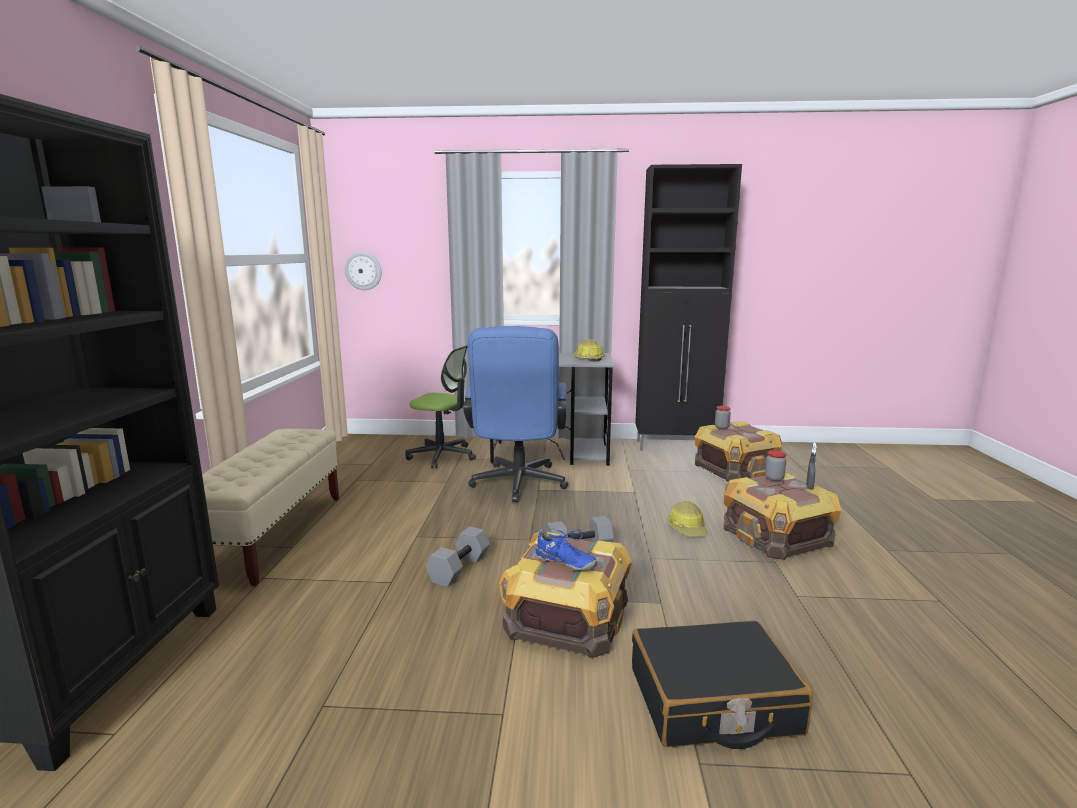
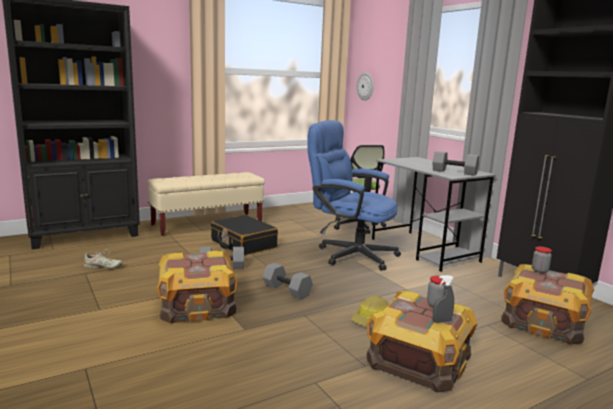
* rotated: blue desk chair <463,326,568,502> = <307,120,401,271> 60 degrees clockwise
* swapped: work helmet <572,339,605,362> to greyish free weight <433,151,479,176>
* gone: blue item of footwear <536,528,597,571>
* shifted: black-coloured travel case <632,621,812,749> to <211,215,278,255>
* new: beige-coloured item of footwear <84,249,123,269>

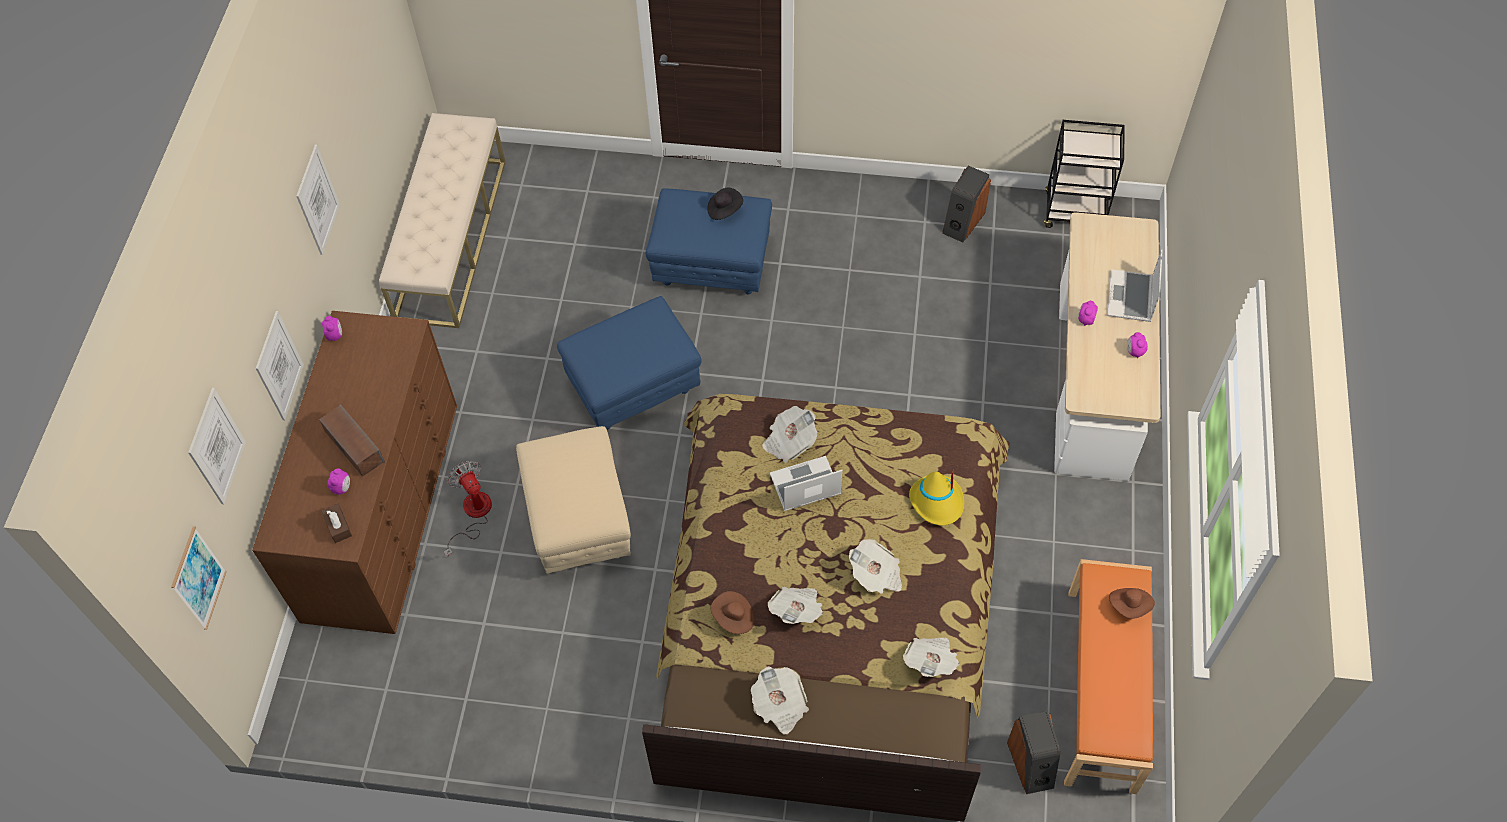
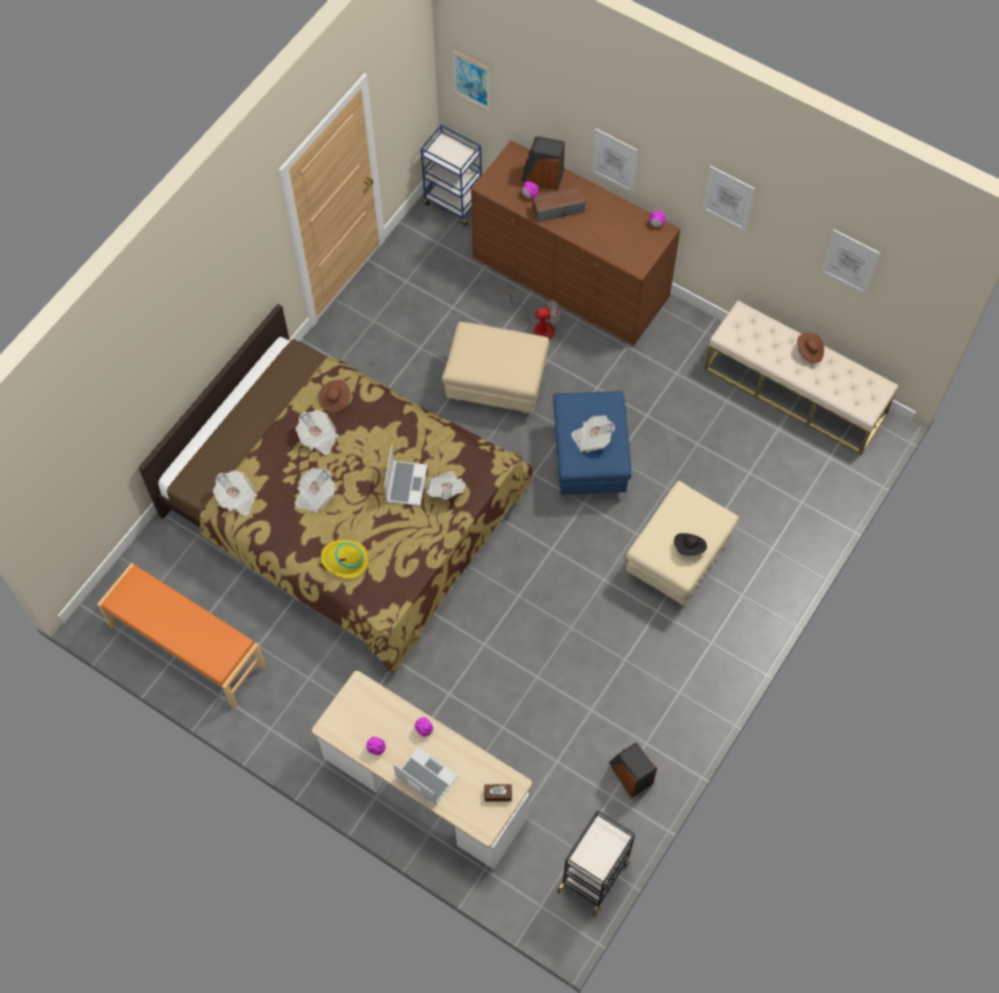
* repainted: blue ottoman <645,189,772,294> to beige-coloured ottoman <626,481,739,606>
* shifted: wall art <188,388,246,504> to <821,229,880,295>
* shifted: brown tissue holder <321,504,352,543> to <484,784,512,802>
* shifted: brown hat <1109,588,1155,619> to <797,333,824,364>
* shifted: daily paper <751,666,809,734> to <571,415,615,452>
* shifted: loudspeaker <1007,711,1060,794> to <521,136,565,190>
* new: blue cart <421,125,482,226>

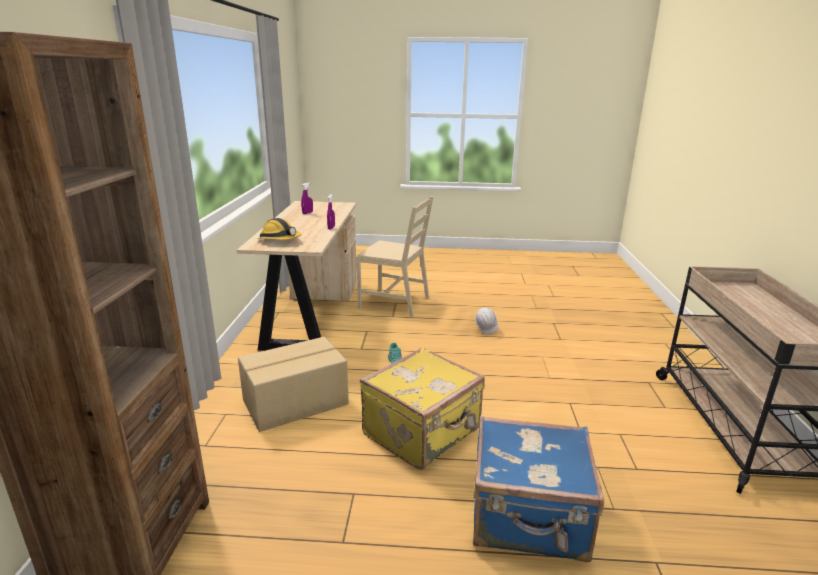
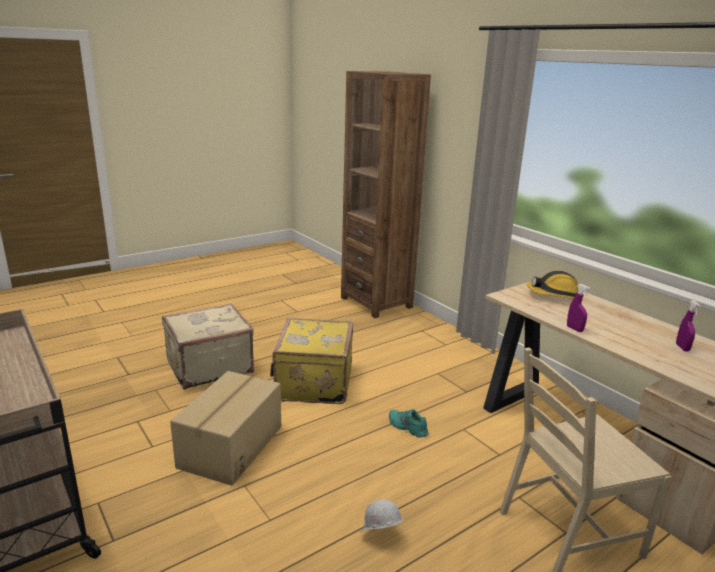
* shifted: packing box <238,337,349,432> to <170,371,281,486>
* repainted: blue travel case <473,416,604,562> to beige-coloured travel case <162,303,254,390>

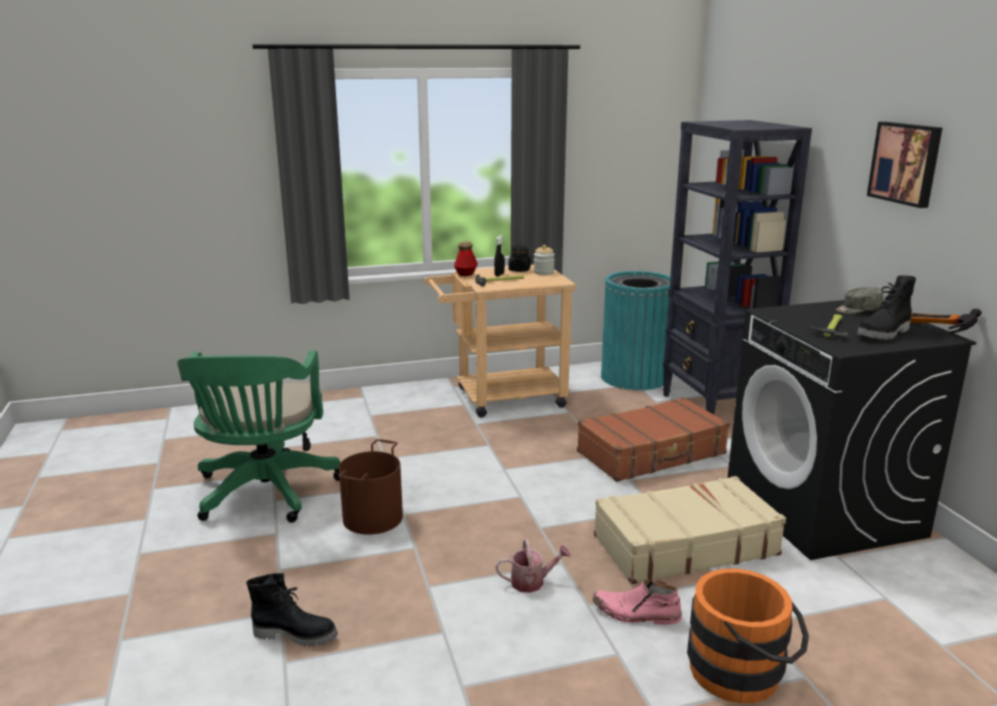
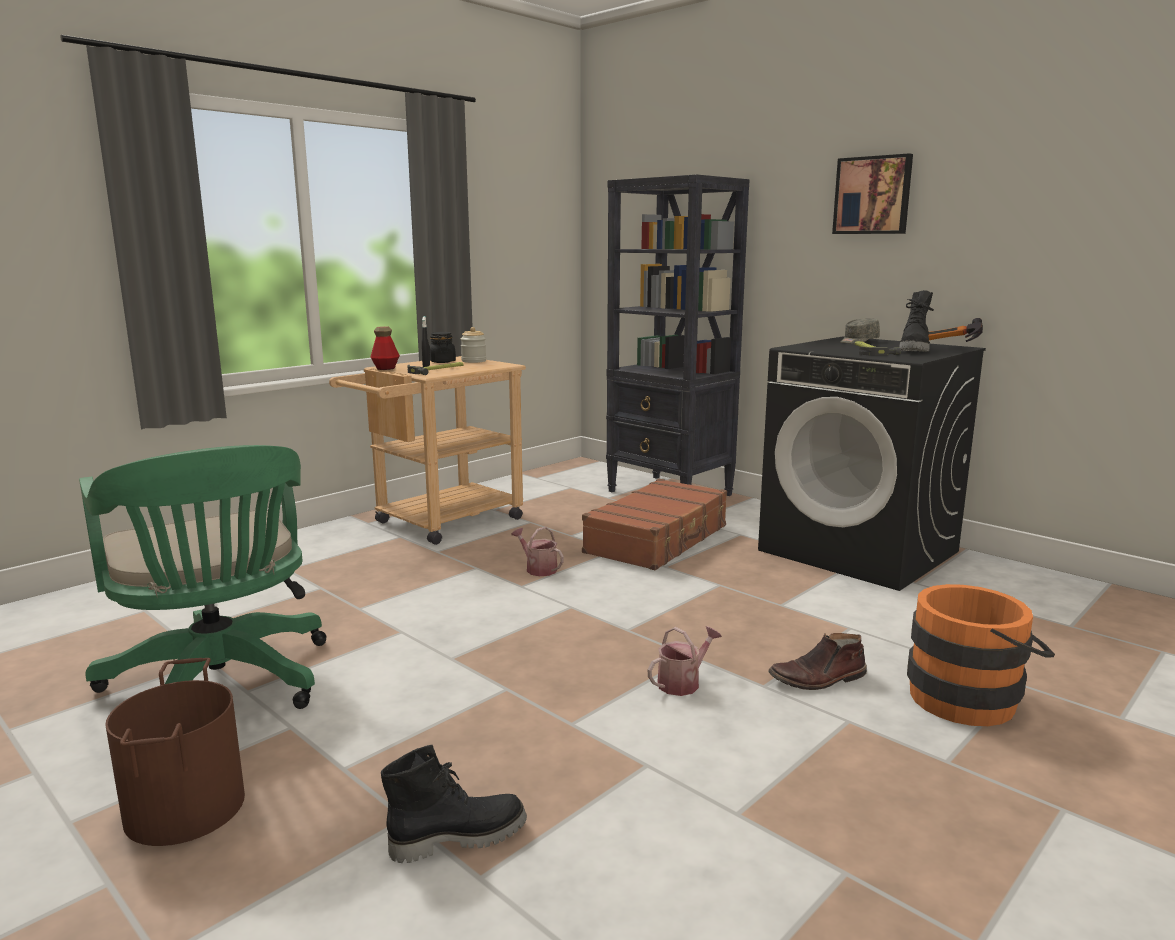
* gone: turquoise waste bin <601,271,670,390>
* shifted: brown pail <339,439,403,535> to <105,658,245,846>
* gone: beige-coloured travel case <594,476,786,584>
* repainted: pink-coloured high-top boot <593,579,682,625> to brown high-top boot <768,633,867,690>
* new: watering can <511,527,564,576>

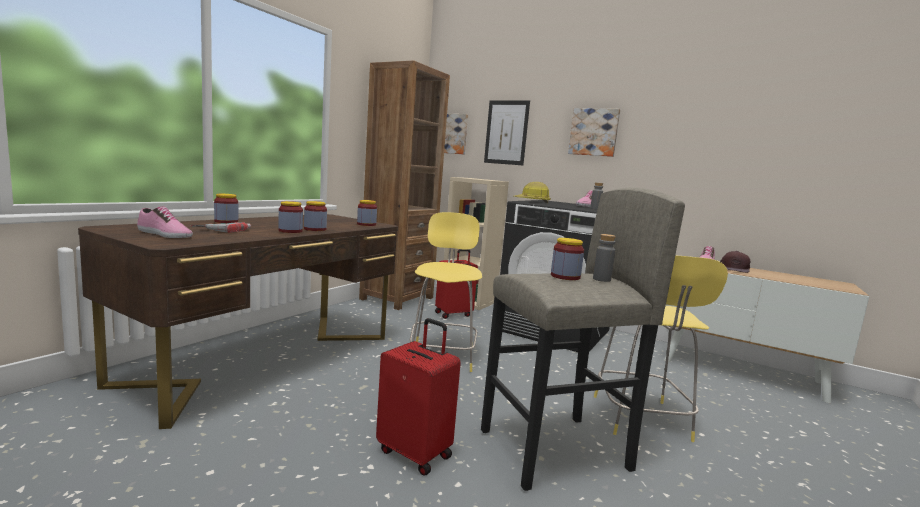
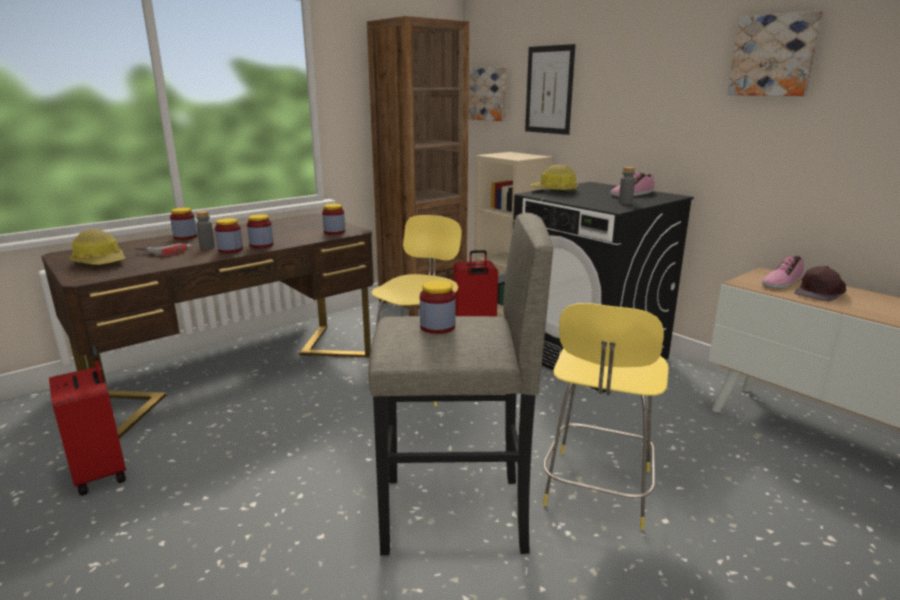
* shifted: wall art <568,108,620,157> to <727,11,823,96>
* swapped: item of footwear <137,207,193,238> to work helmet <69,229,126,265>
* shifted: greyish drink bottle <593,234,616,282> to <196,211,215,249>
* shifted: red-coloured travel case <376,318,461,476> to <49,346,126,496>

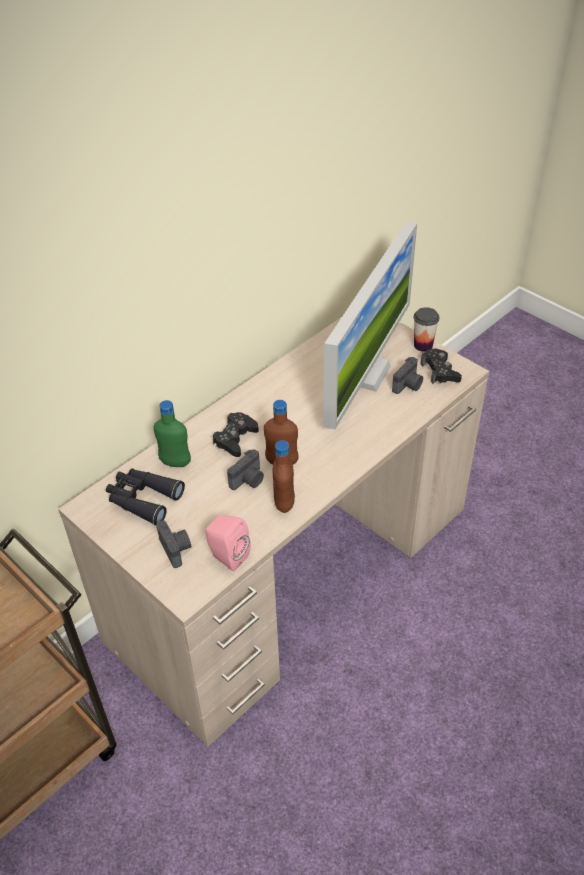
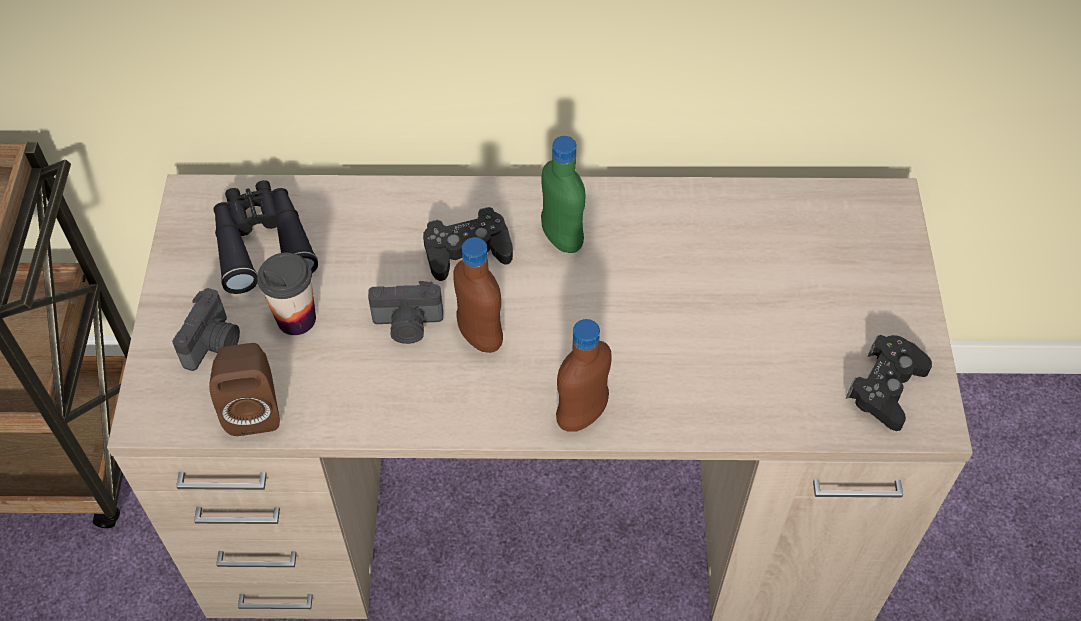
* gone: computer display <323,222,417,429>
* shifted: small cup <414,307,439,352> to <257,253,316,335>
* gone: still camera <392,357,423,394>
* shifted: green-coloured drink bottle <154,400,191,467> to <541,136,586,253>
* shifted: brown drink bottle <273,440,295,513> to <556,319,612,432>
* repainted: pink-coloured loudspeaker <206,515,251,571> to brown loudspeaker <209,343,280,436>

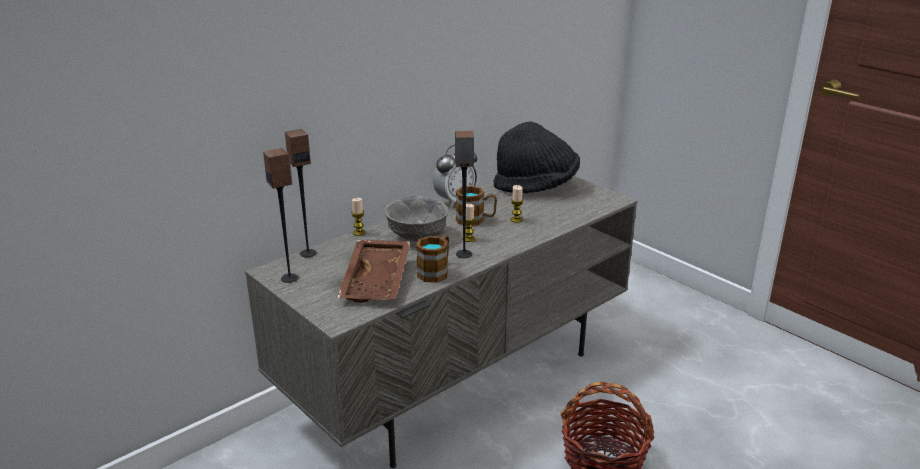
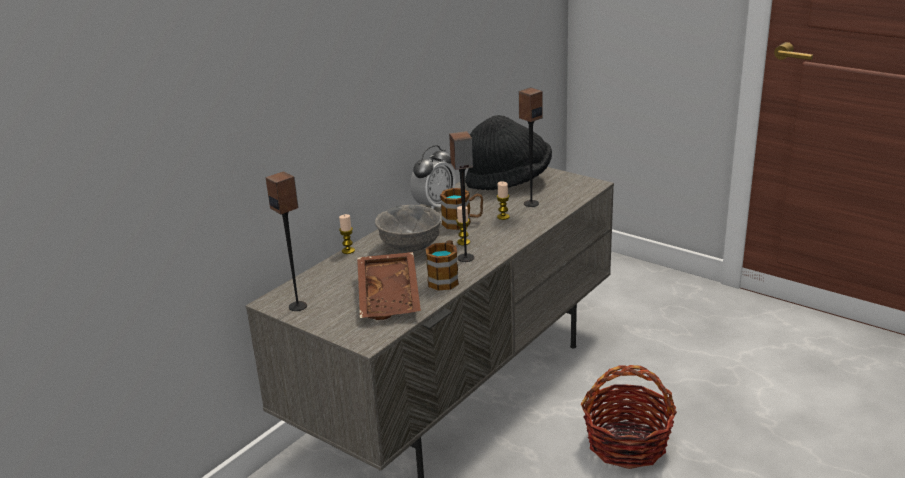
* shifted: loudspeaker <285,129,317,257> to <519,88,543,207>

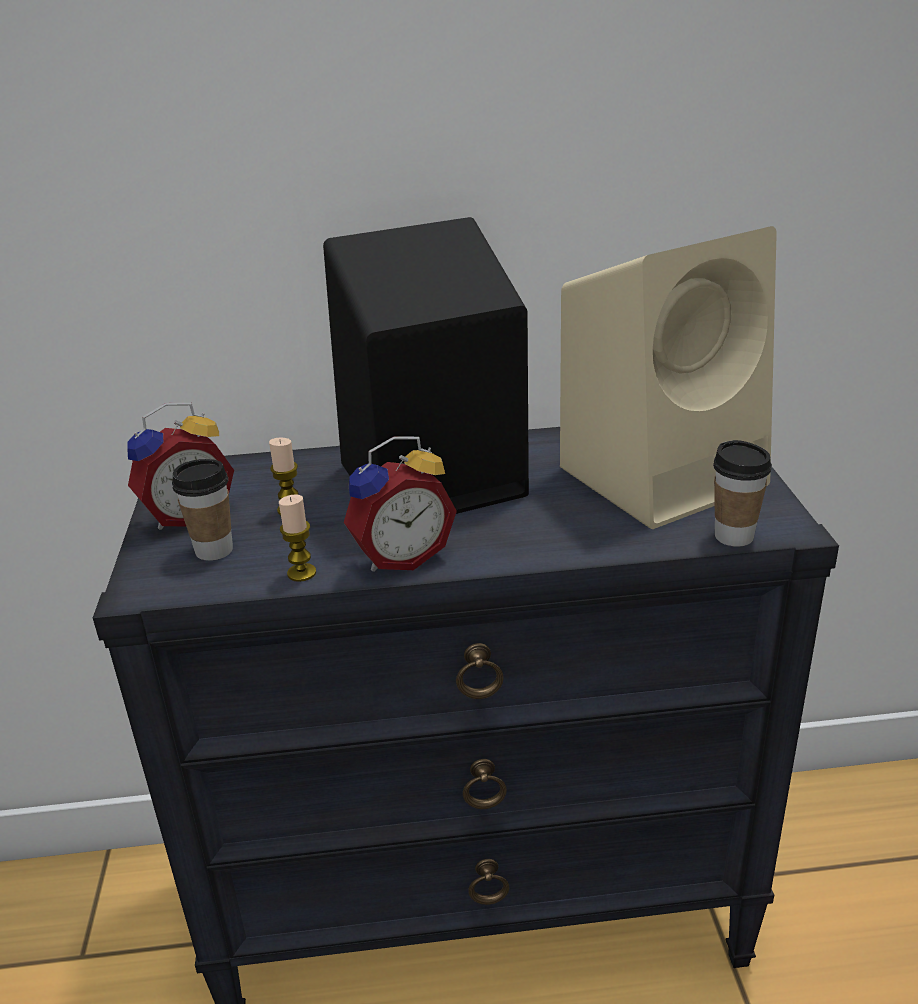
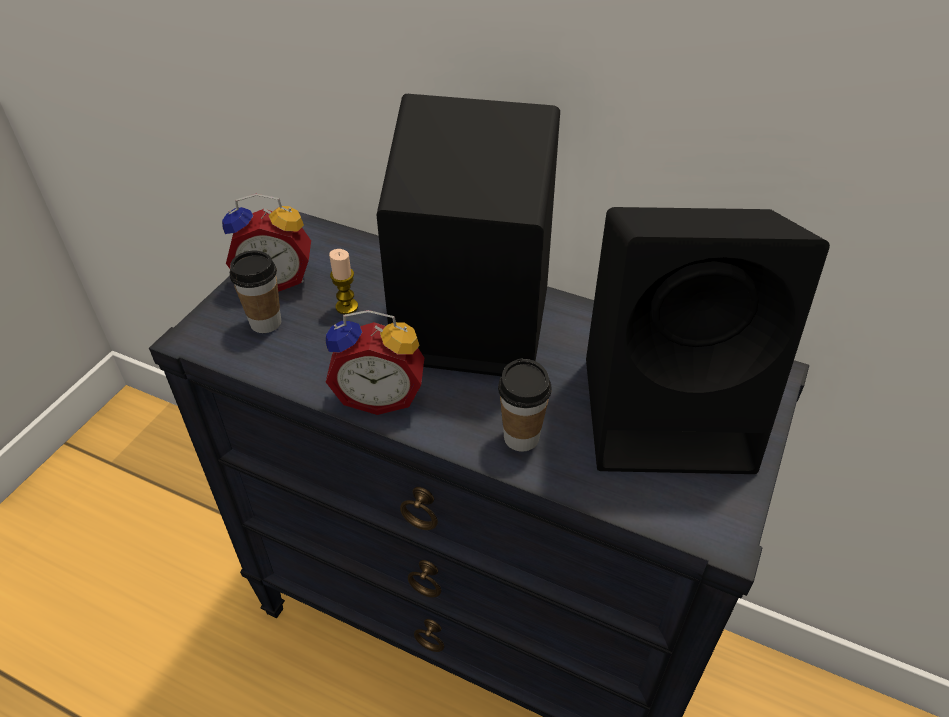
* repainted: beige-coloured loudspeaker <560,226,777,529> to black-coloured loudspeaker <586,207,830,474>
* shifted: small cup <713,440,772,547> to <498,359,552,452>
* gone: wax candle <279,495,316,582>

